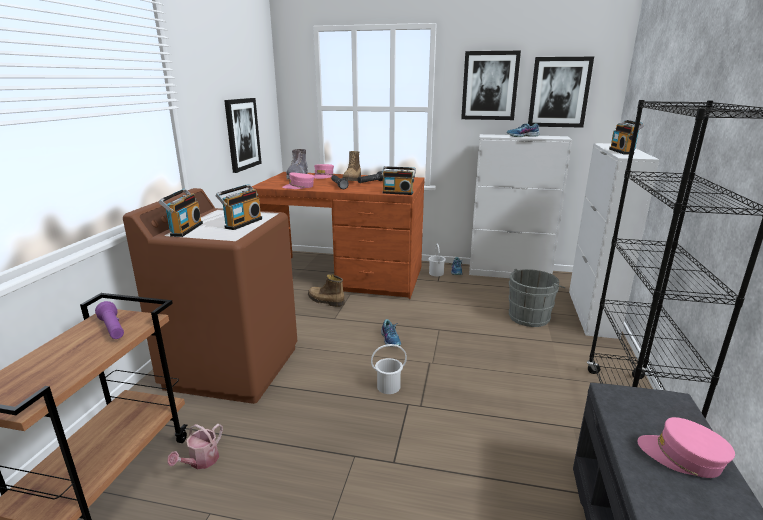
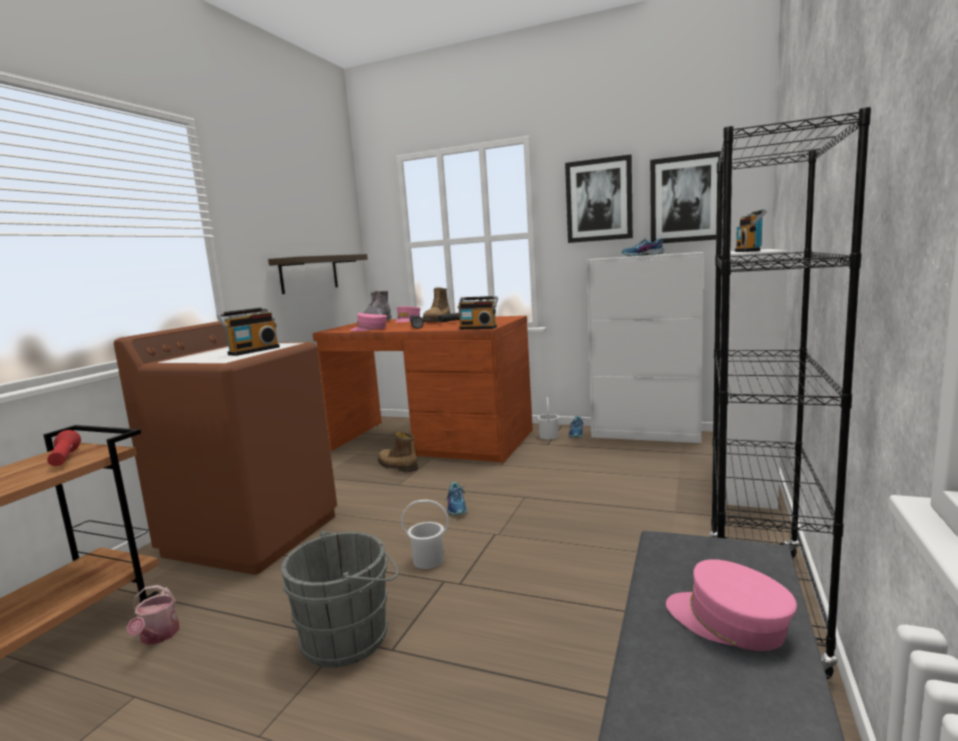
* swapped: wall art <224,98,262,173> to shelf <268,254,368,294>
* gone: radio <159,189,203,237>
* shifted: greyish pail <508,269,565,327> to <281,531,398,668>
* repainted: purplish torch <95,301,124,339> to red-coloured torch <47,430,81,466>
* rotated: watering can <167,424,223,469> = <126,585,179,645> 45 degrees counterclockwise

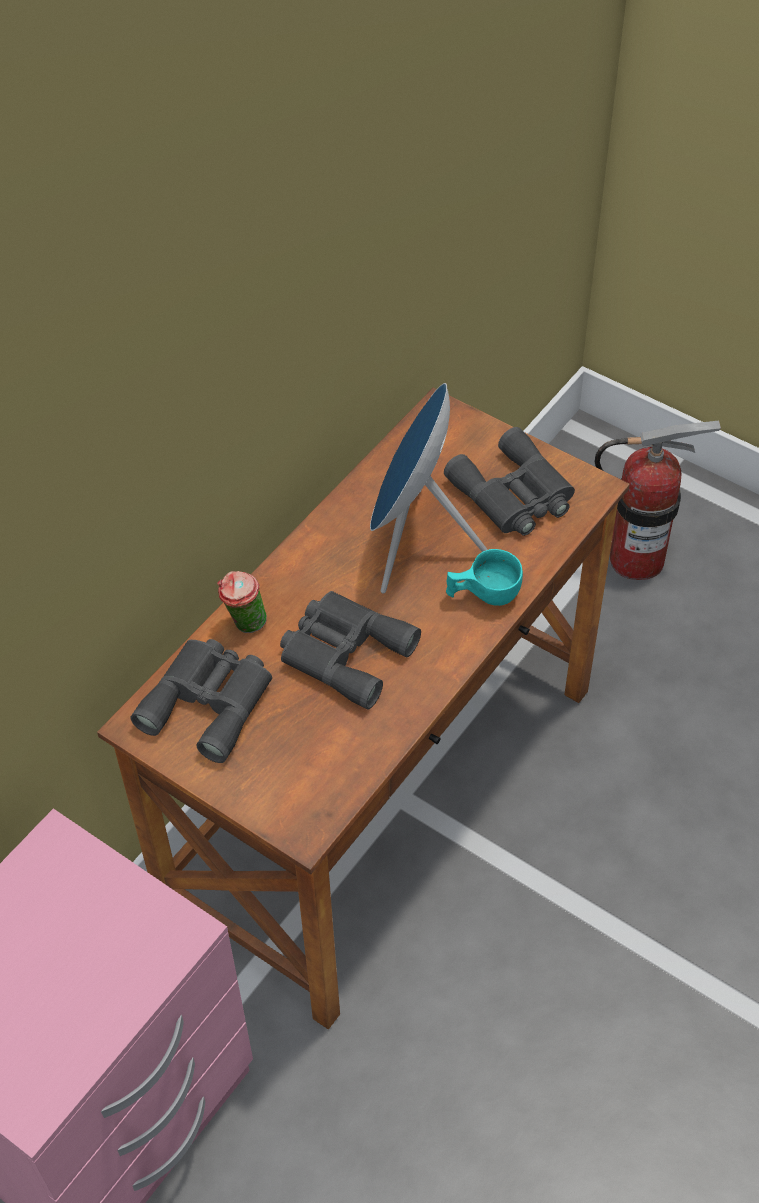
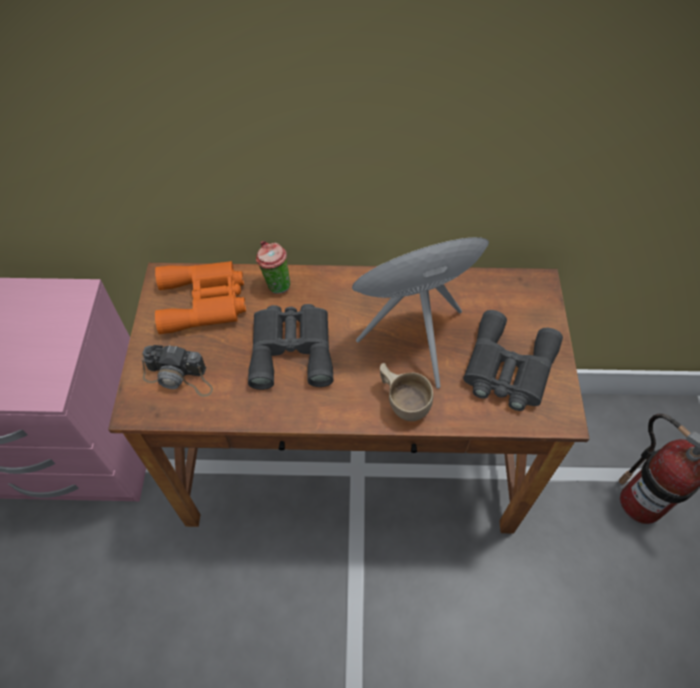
* repainted: turquoise small cup <446,549,523,606> to beige-coloured small cup <380,363,433,421>
* repainted: greyish pair of binoculars <130,639,272,763> to orangey pair of binoculars <155,261,246,334>
* new: still camera <142,345,213,397>

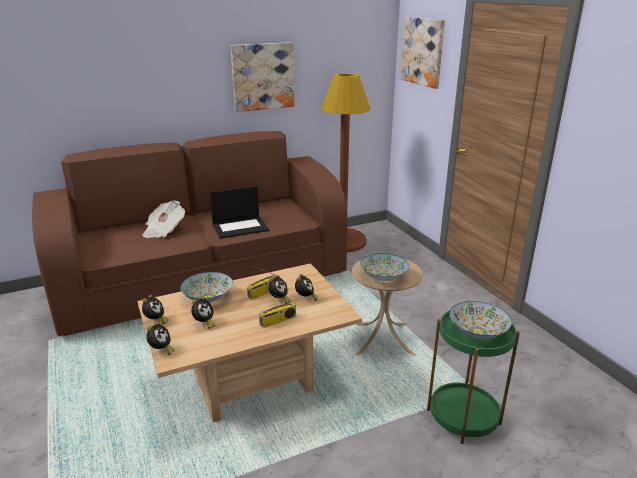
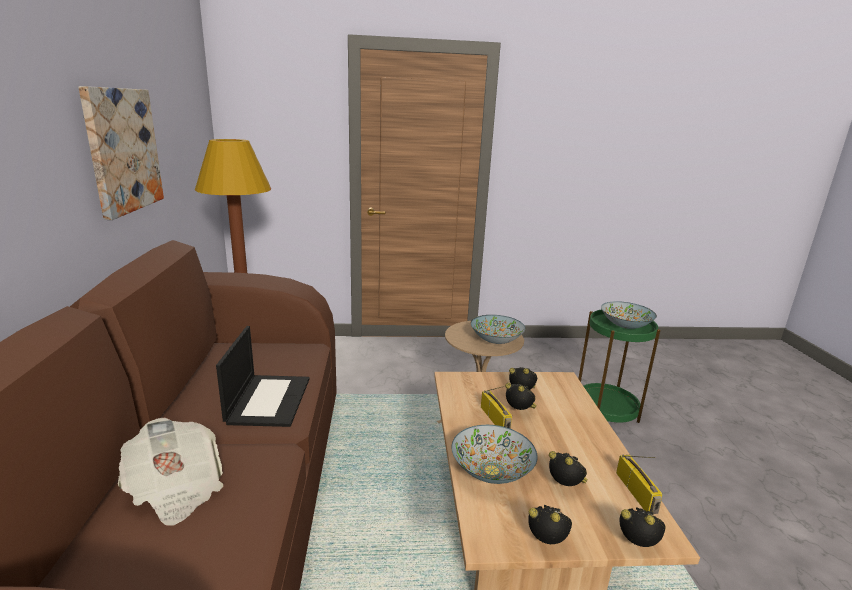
* gone: wall art <401,17,445,89>
* shifted: radio <259,291,296,327> to <616,455,663,514>

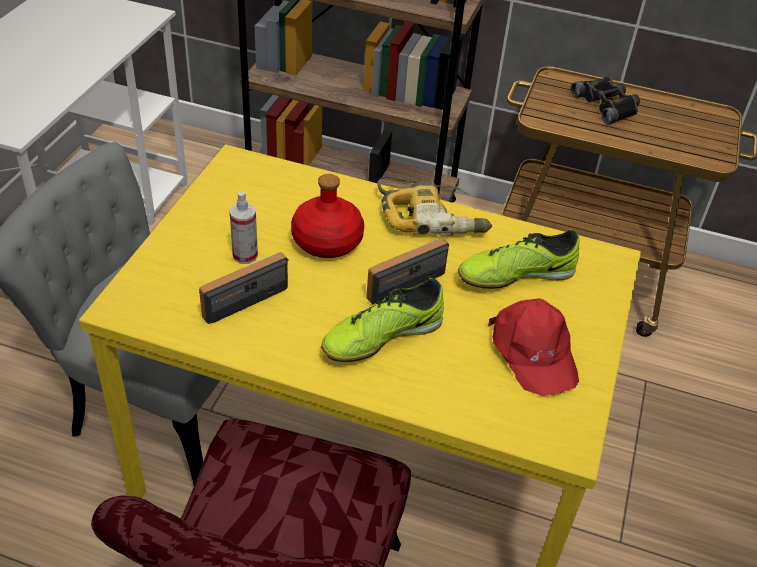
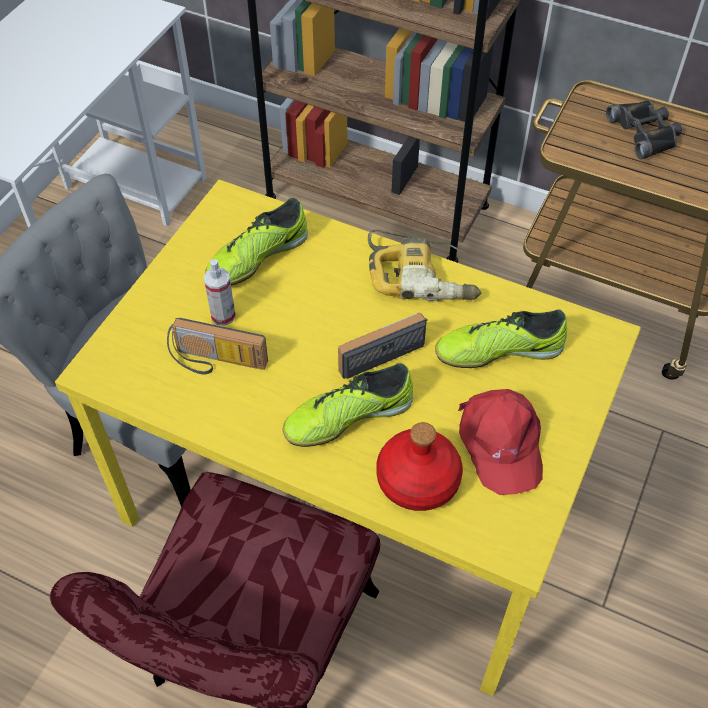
* shifted: red-coloured drink bottle <291,174,364,258> to <376,422,463,511>
* rotated: radio <199,252,289,324> = <167,318,268,374> 135 degrees counterclockwise
* new: item of footwear <205,197,308,286>

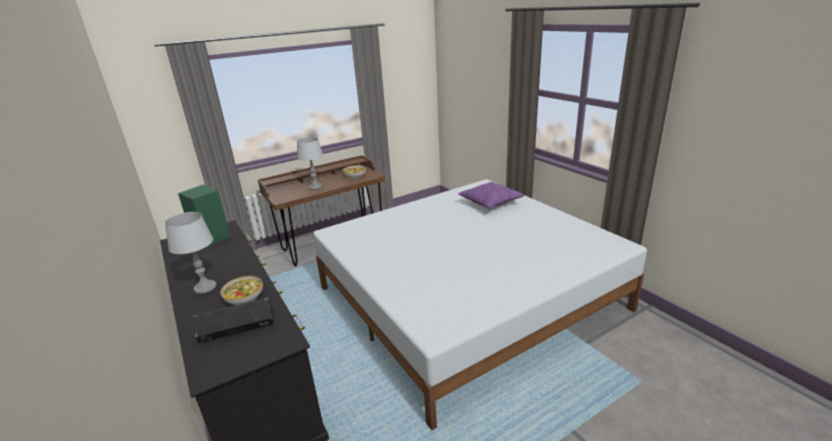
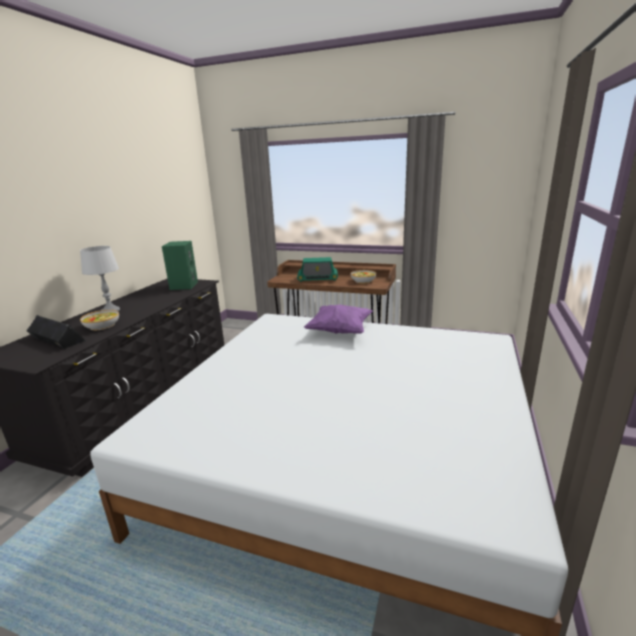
* swapped: greyish table lamp <297,137,323,190> to radio <297,257,338,282>
* shifted: purplish pillow <458,182,525,209> to <304,305,373,334>

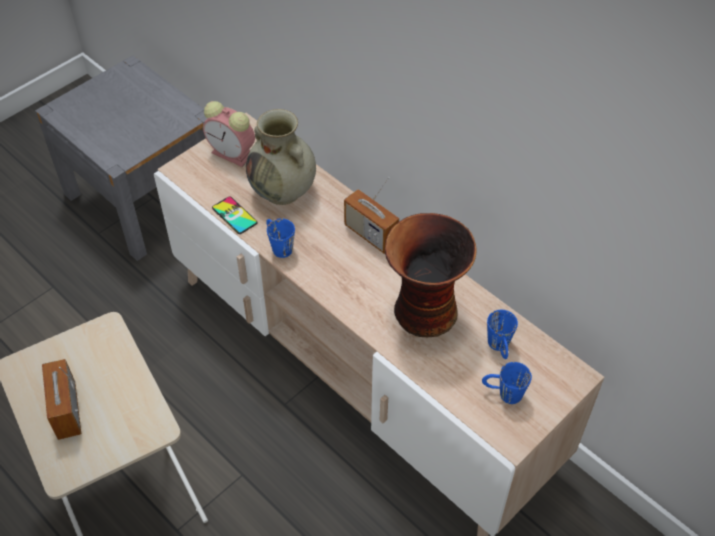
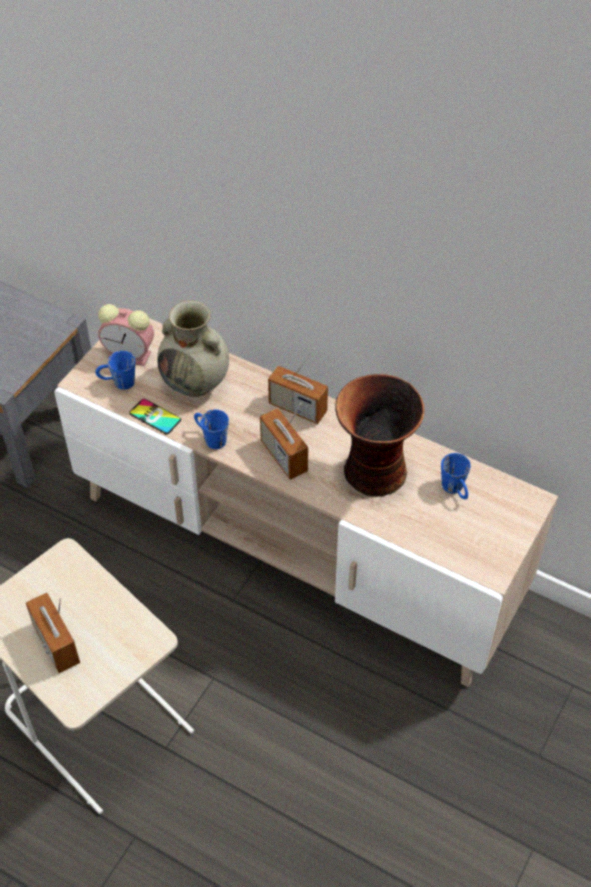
* shifted: blue coffee mug <482,362,532,404> to <95,351,135,390>
* new: radio <260,404,308,480>

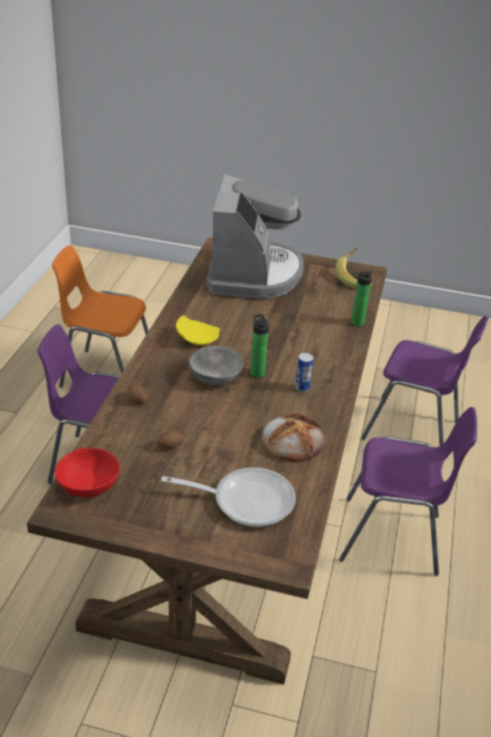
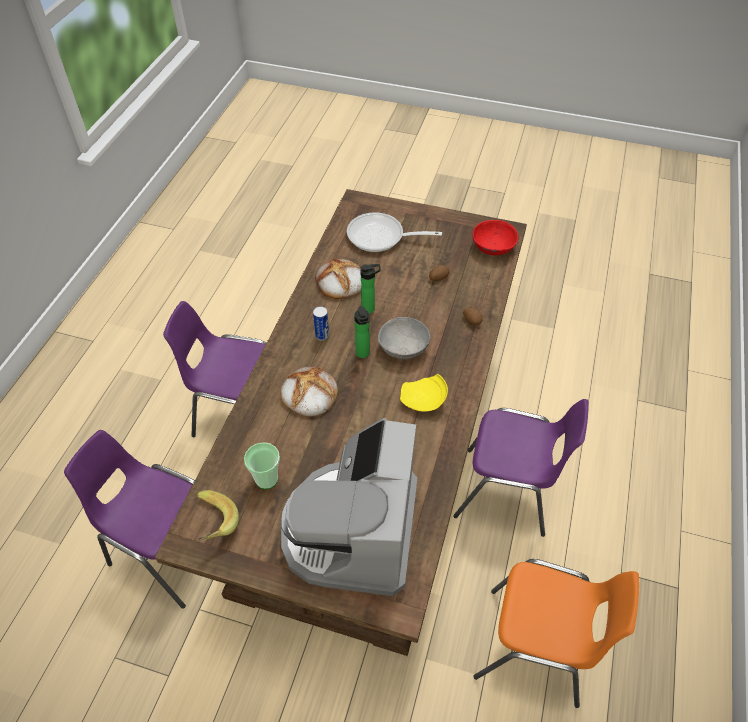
* shifted: drink bottle <351,271,373,326> to <360,264,381,314>
* new: bread <280,367,338,417>
* new: small cup <244,442,280,489>

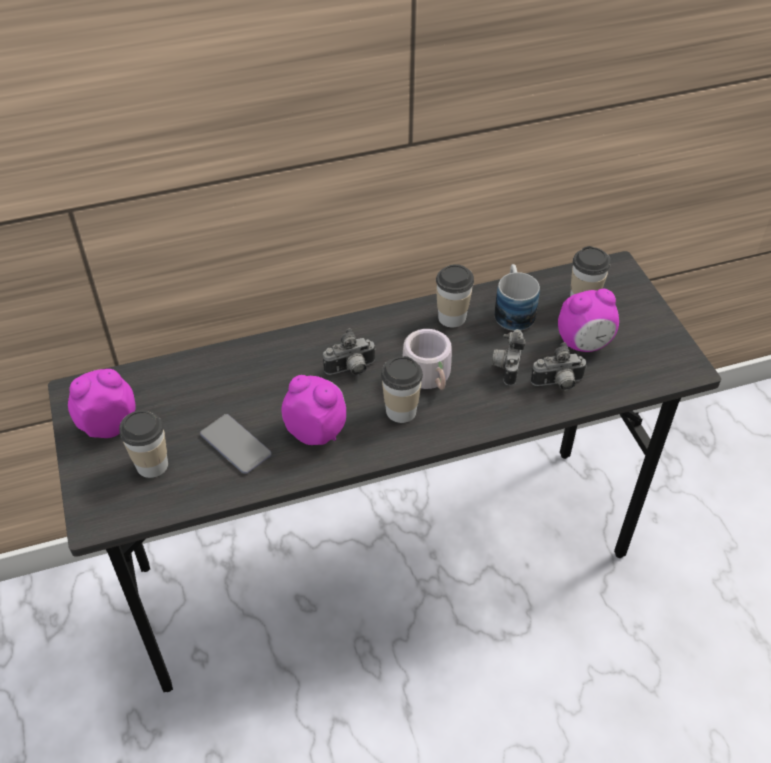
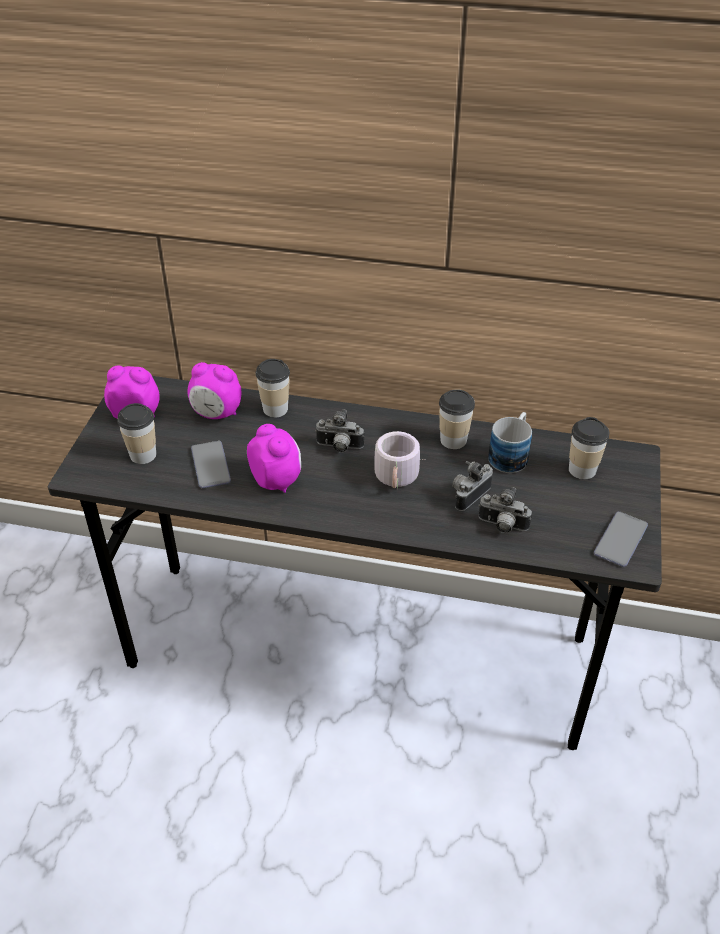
* shifted: alarm clock <558,289,619,352> to <188,362,241,419>
* shifted: small cup <381,356,423,423> to <255,359,290,417>
* new: handset <594,512,648,567>

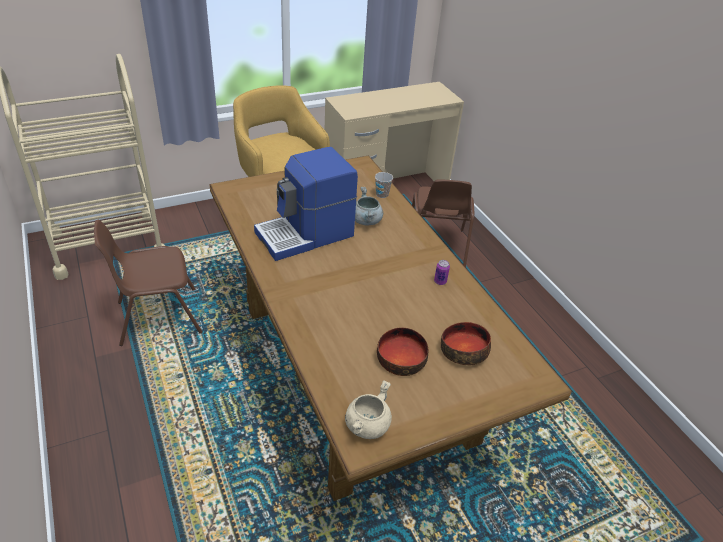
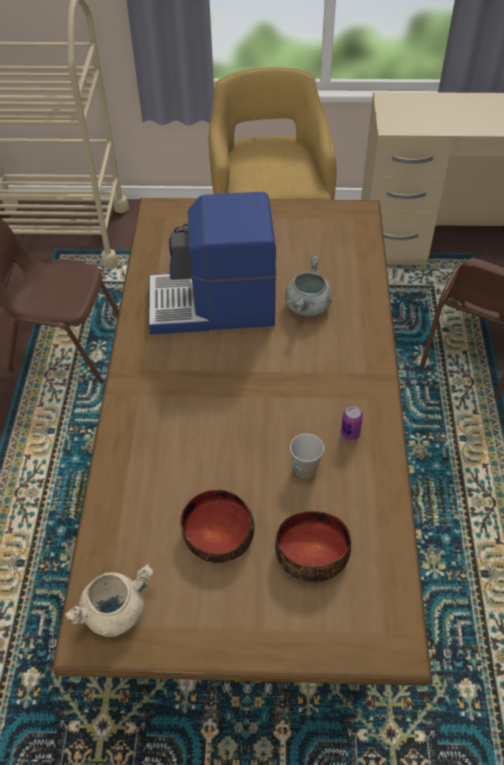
* shifted: small cup <375,172,393,198> to <290,434,324,478>

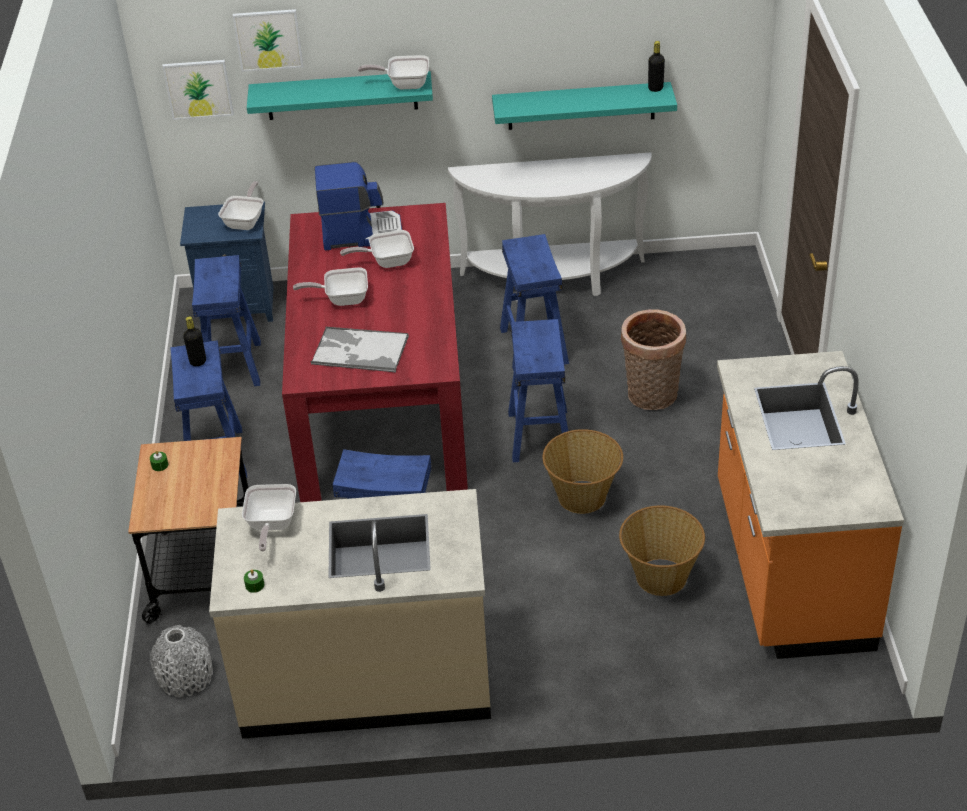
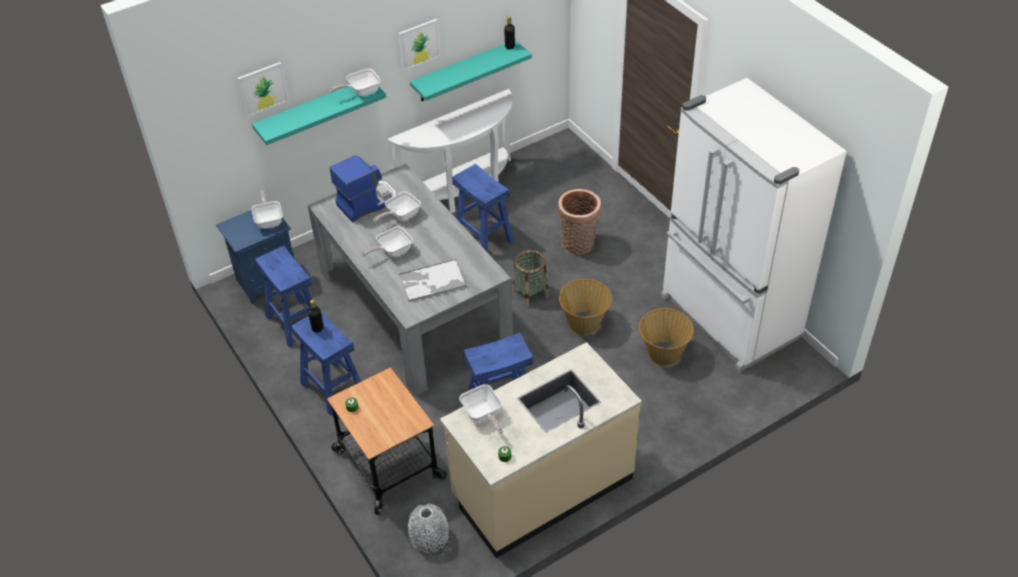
* shifted: wall art <162,60,234,120> to <399,19,441,70>
* repainted: red-coloured kitchen table <282,203,468,502> to greyish kitchen table <308,164,513,396>
* swapped: blue stool seat <508,319,568,462> to storage basket <512,250,549,307>
* swapped: orangey kitchen base unit <717,351,904,659> to white kitchen fridge <661,78,847,372>

